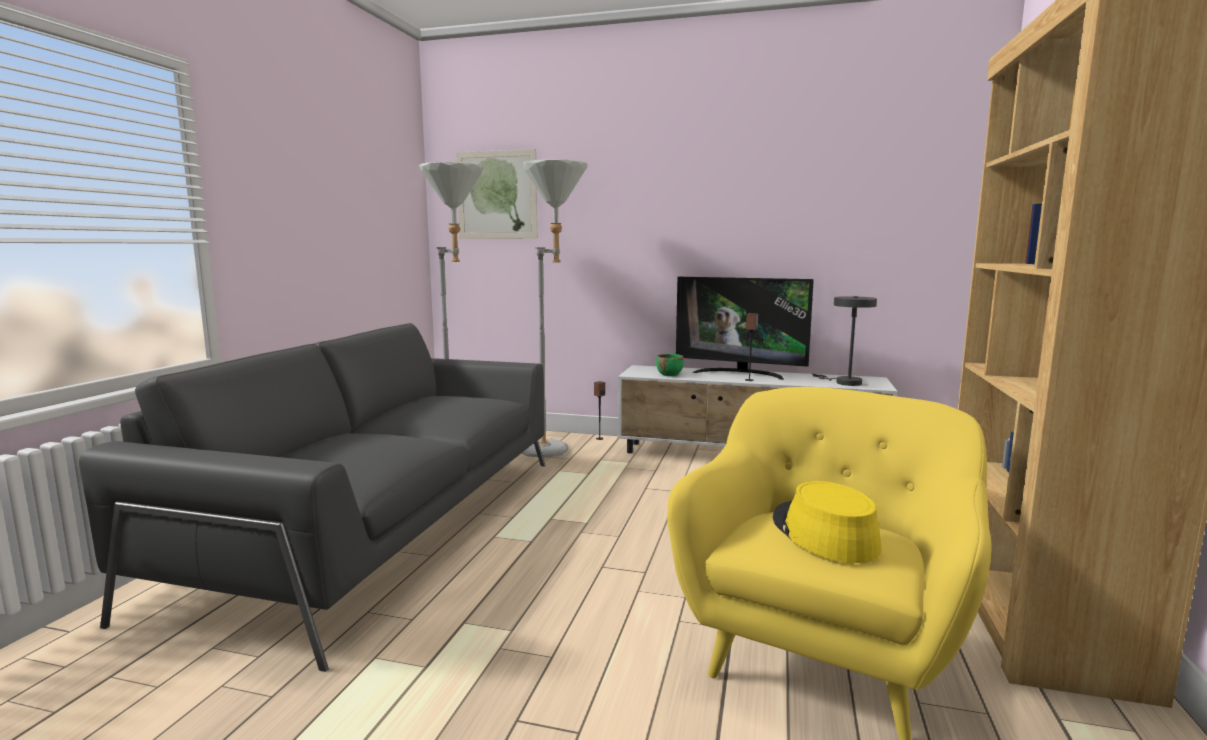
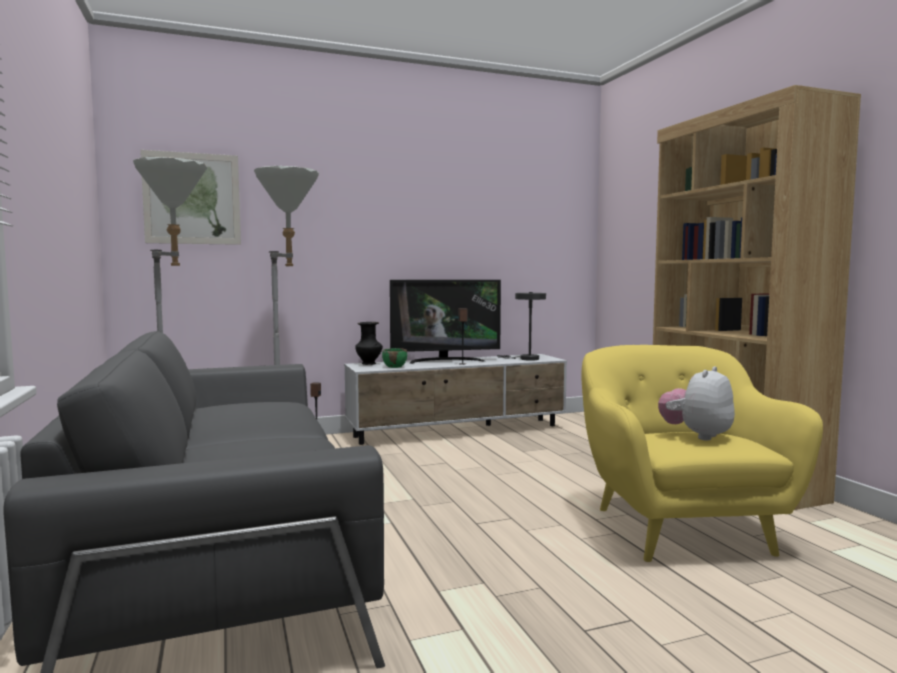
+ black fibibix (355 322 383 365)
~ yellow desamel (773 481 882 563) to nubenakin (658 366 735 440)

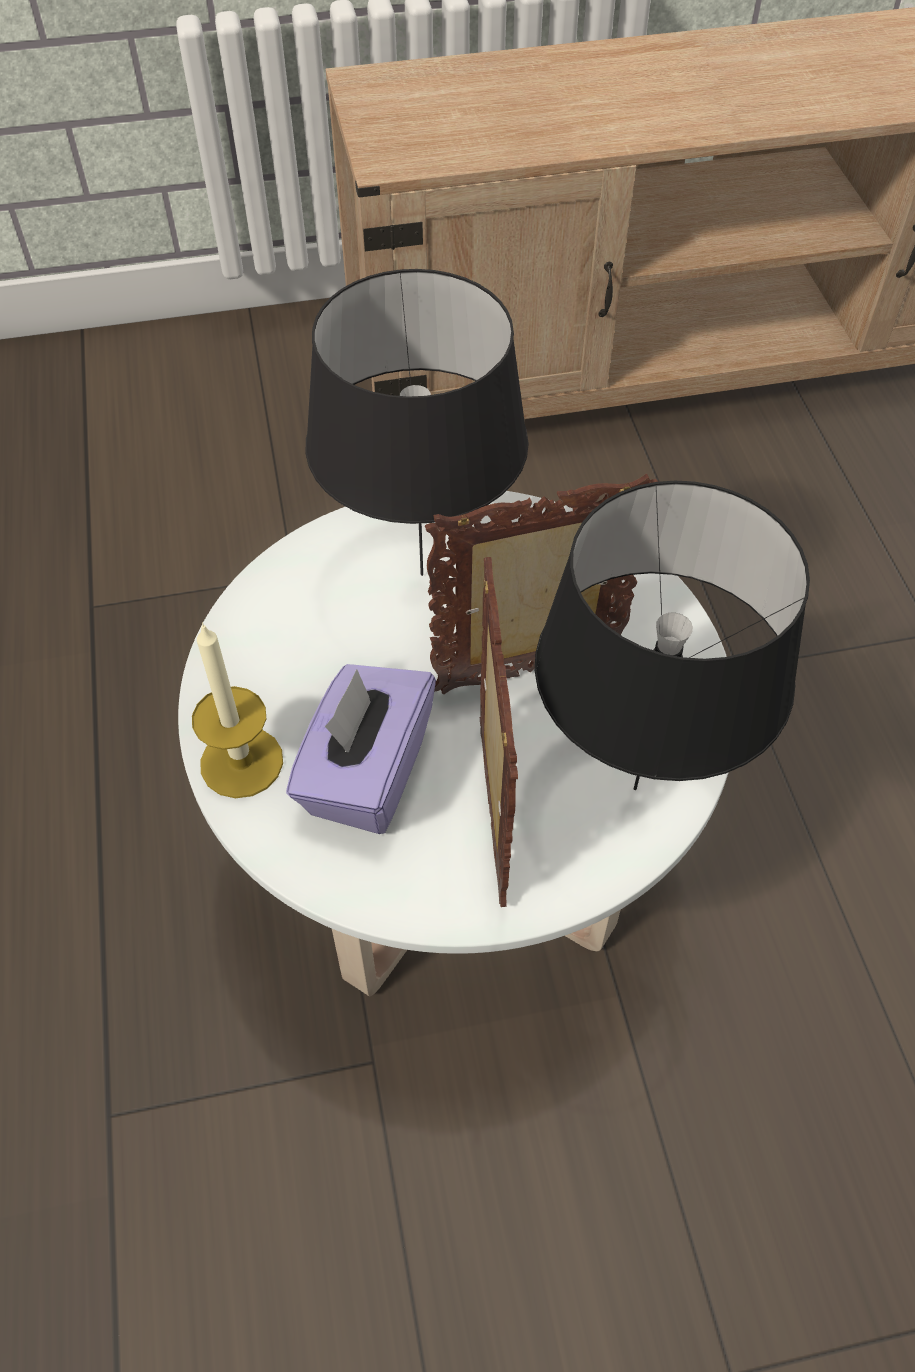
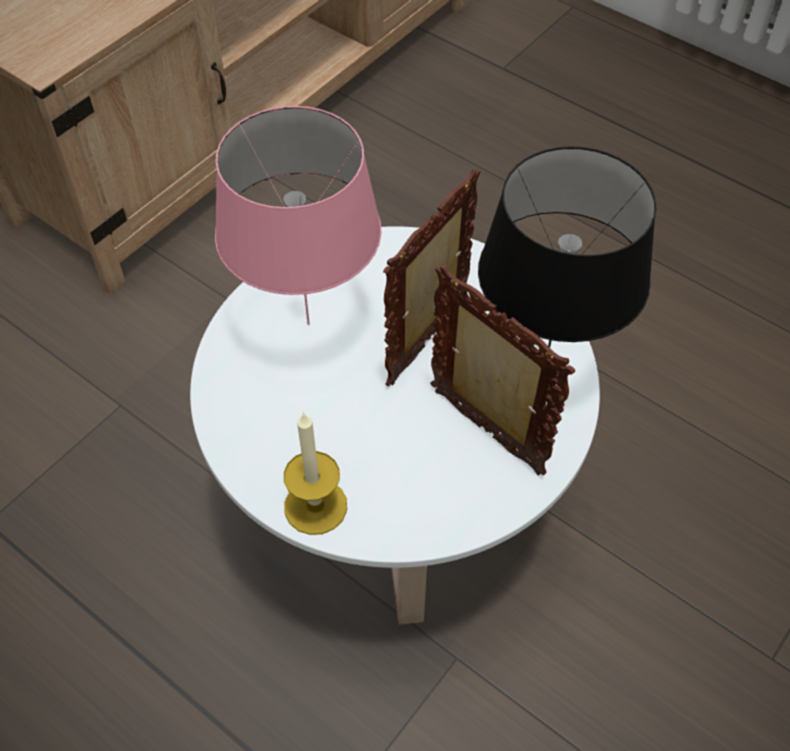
- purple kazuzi (286 664 436 834)
~ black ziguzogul (306 269 529 576) to pink ziguzogul (215 106 382 325)

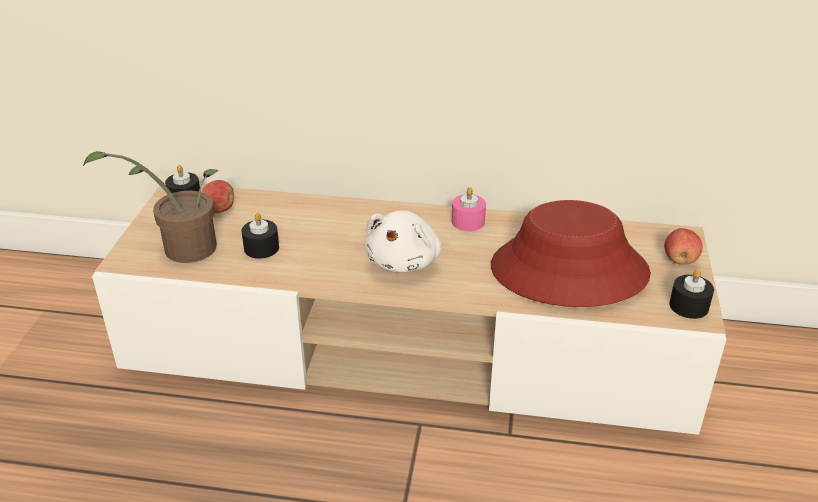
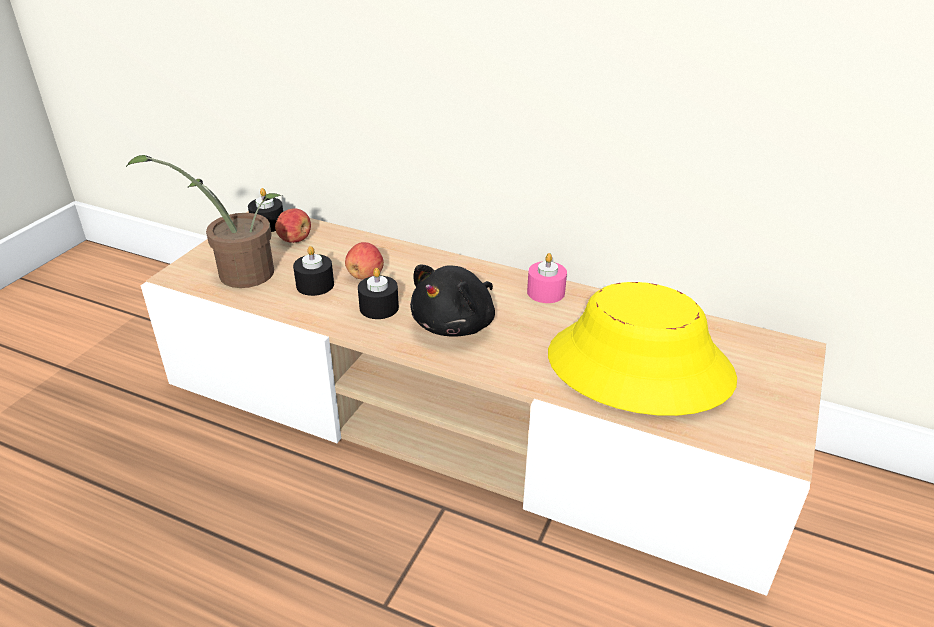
~ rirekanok (664 228 703 264) to (345 242 384 279)
~ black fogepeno (669 269 714 319) to (358 268 399 319)
~ white nubenakin (365 210 442 273) to black nubenakin (410 265 495 336)
~ red desamel (491 200 651 307) to yellow desamel (548 282 737 416)

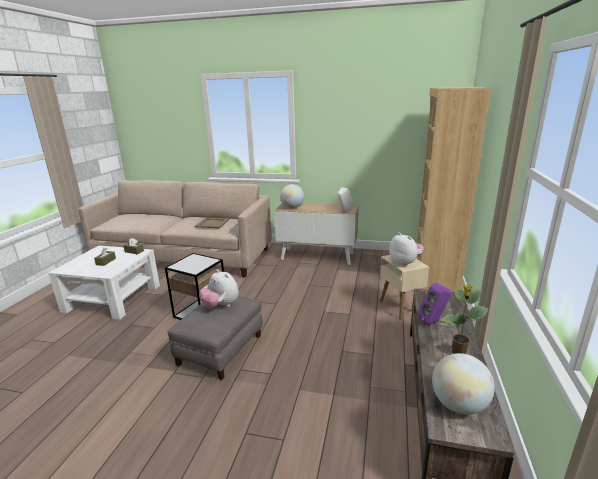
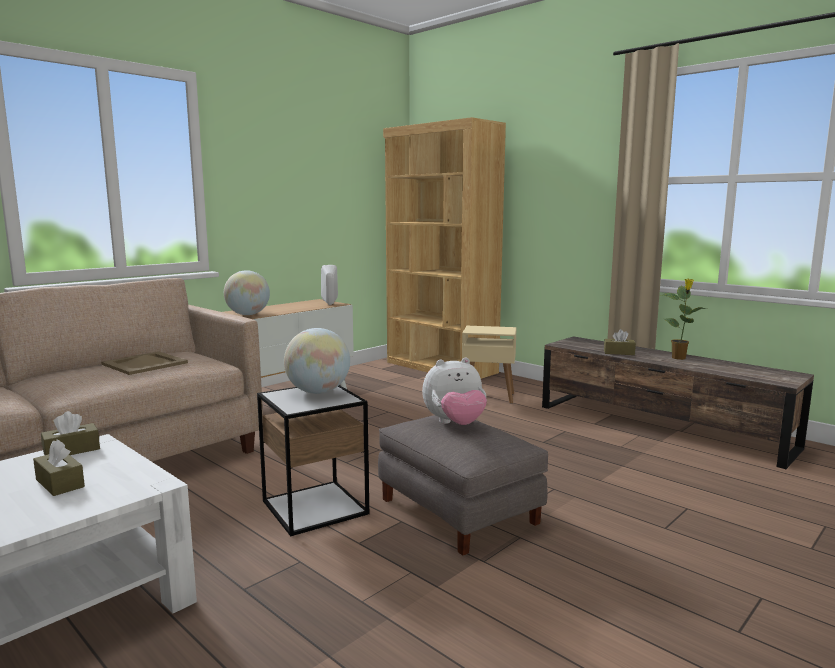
- nubenakin (389 232 424 267)
~ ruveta (432 353 495 415) to (284 328 350 394)
~ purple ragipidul (418 283 451 325) to brown kazuzi (604 329 636 355)

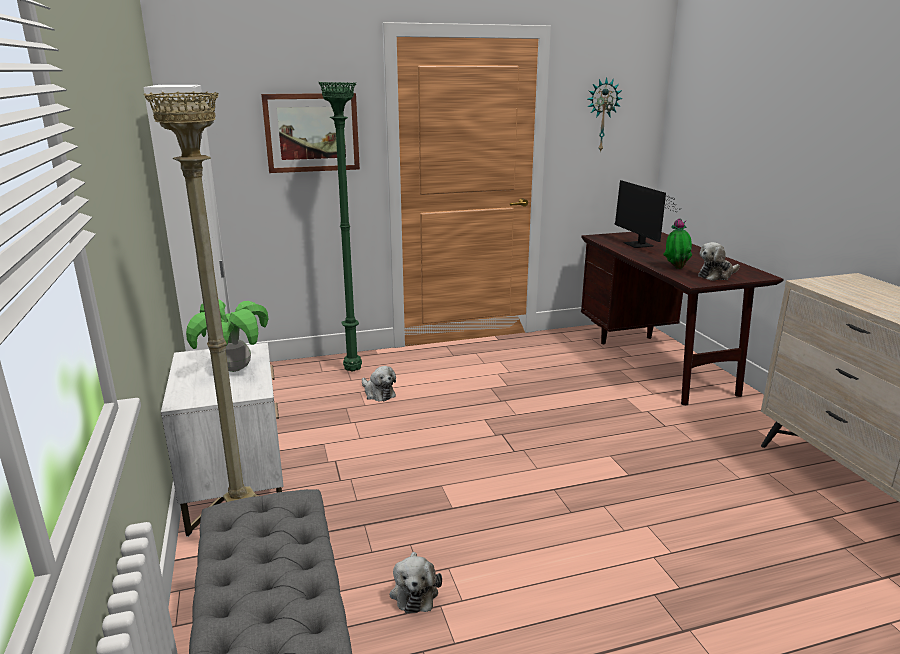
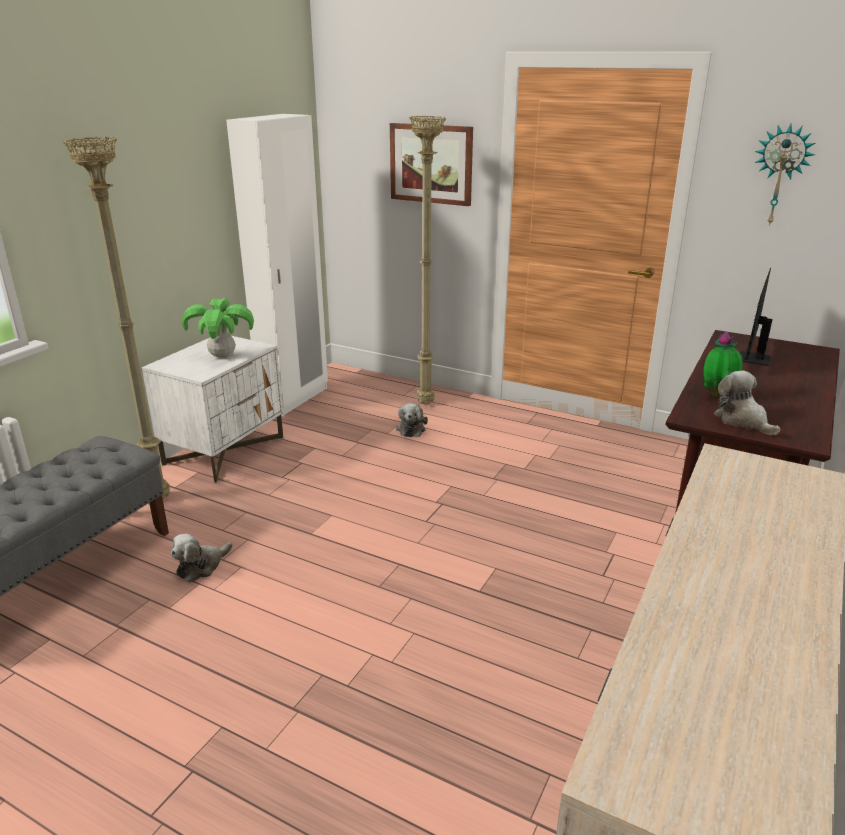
~ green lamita (318 82 362 372) to beige lamita (409 115 446 404)
~ nubenakin (698 242 740 281) = (714 371 781 435) 45 degrees clockwise

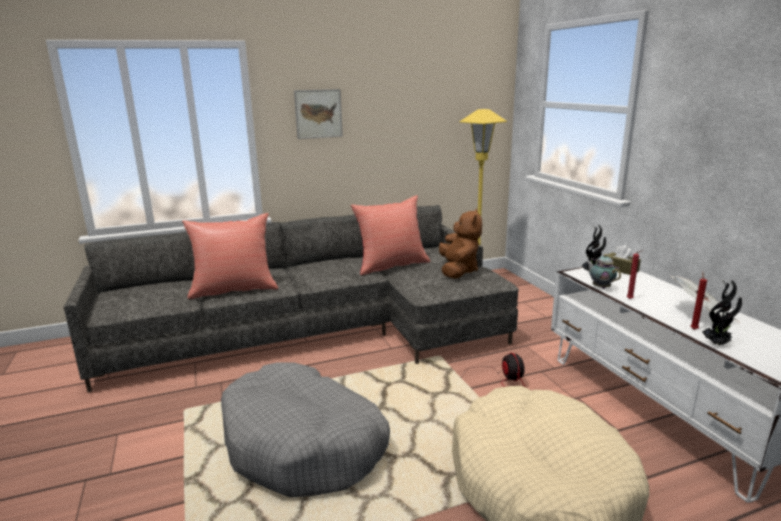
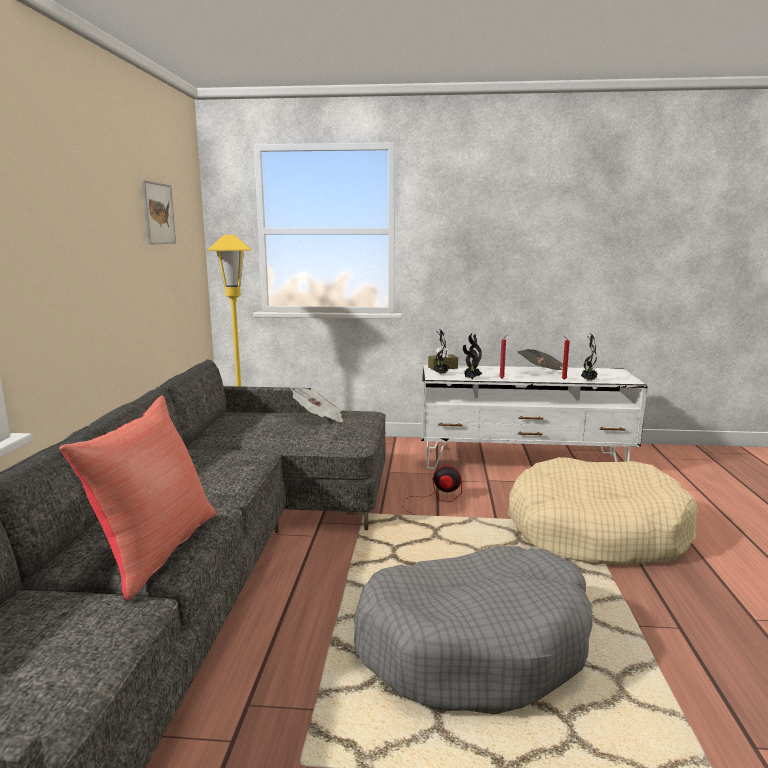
- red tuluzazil (351 195 430 275)
~ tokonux (294 89 343 139) to (141 180 176 245)
~ brown nubenakin (439 209 482 279) to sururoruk (290 387 343 422)
~ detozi (586 254 621 289) to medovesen (463 333 482 379)

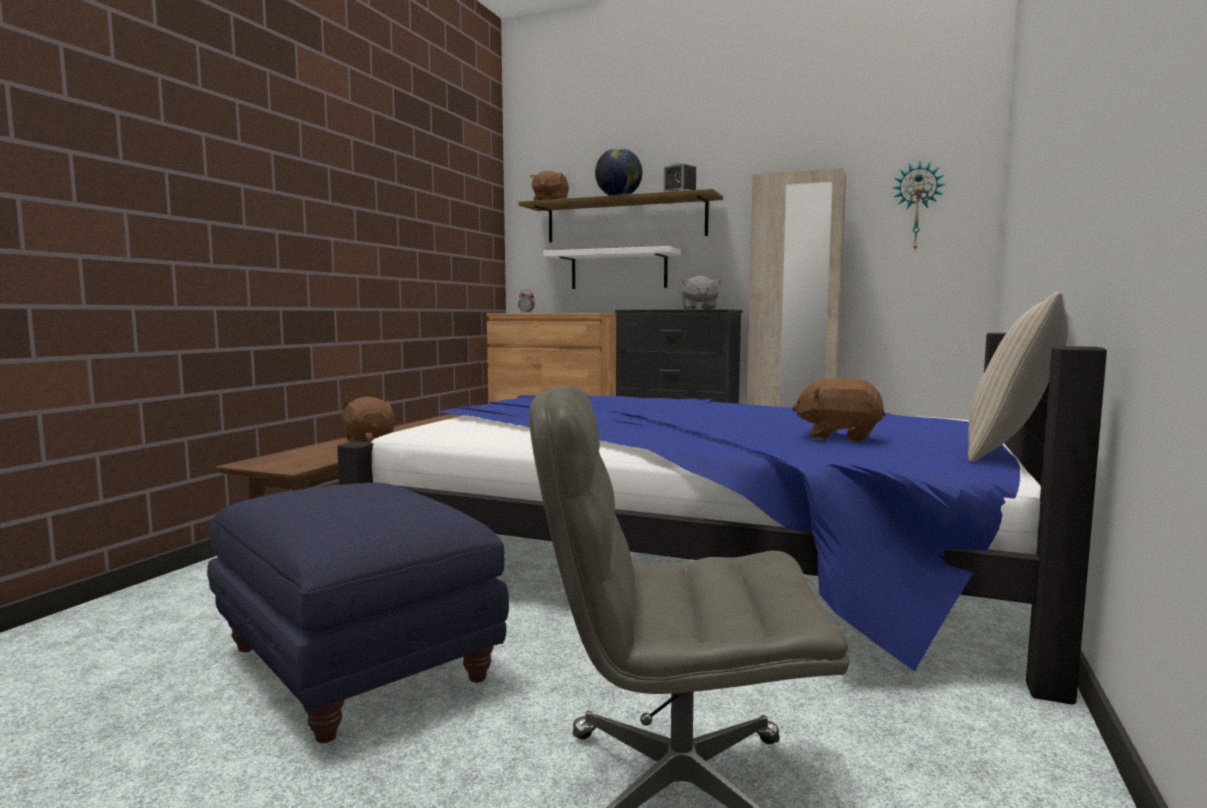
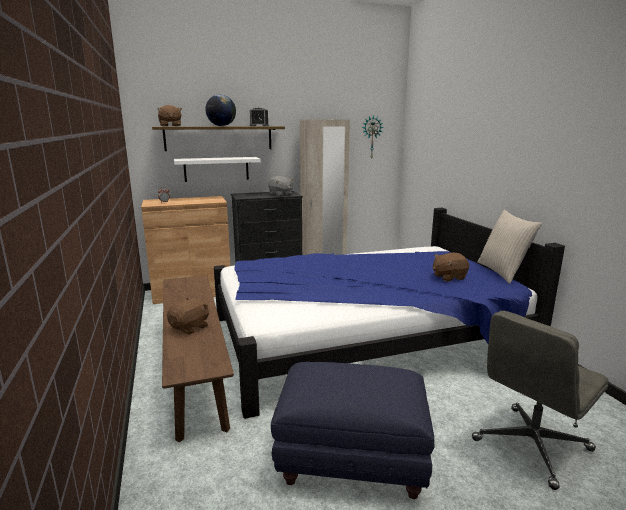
~ brown nubenakin (339 397 395 442) = (167 298 209 334) 105 degrees clockwise

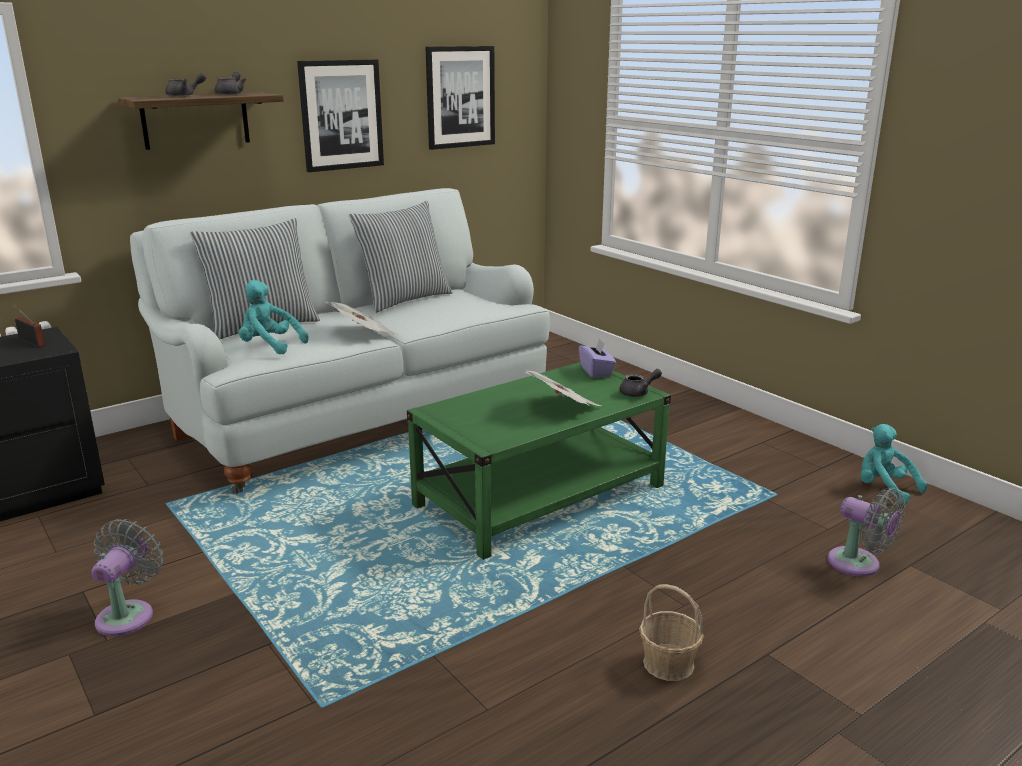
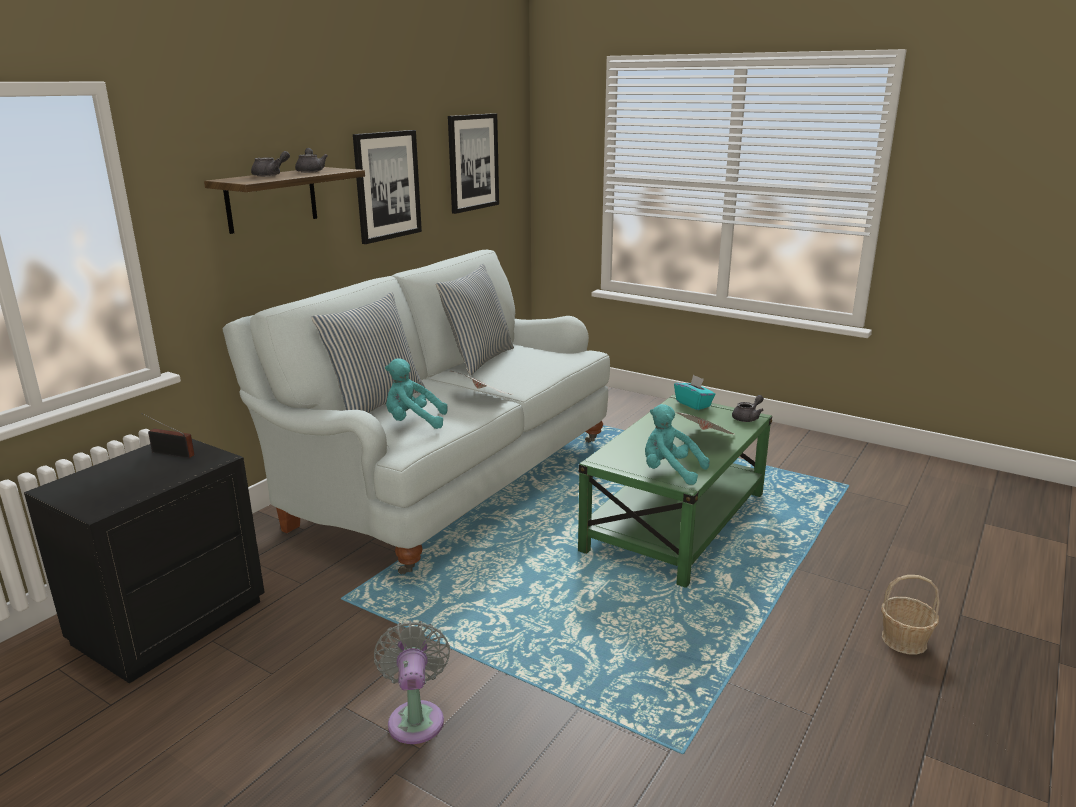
- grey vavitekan (828 488 905 577)
~ turquoise nubenakin (860 424 927 504) to (645 404 710 485)
~ purple kazuzi (579 339 616 378) to turquoise kazuzi (674 375 715 410)

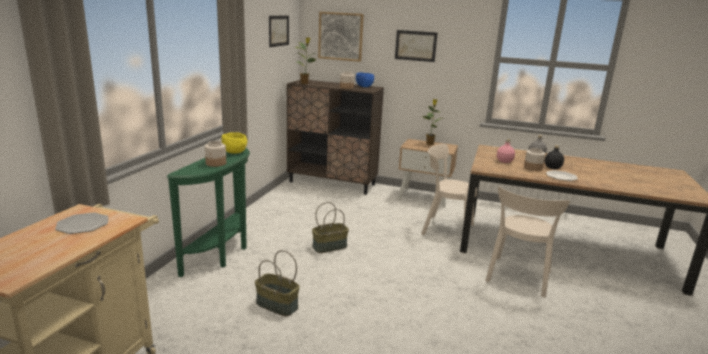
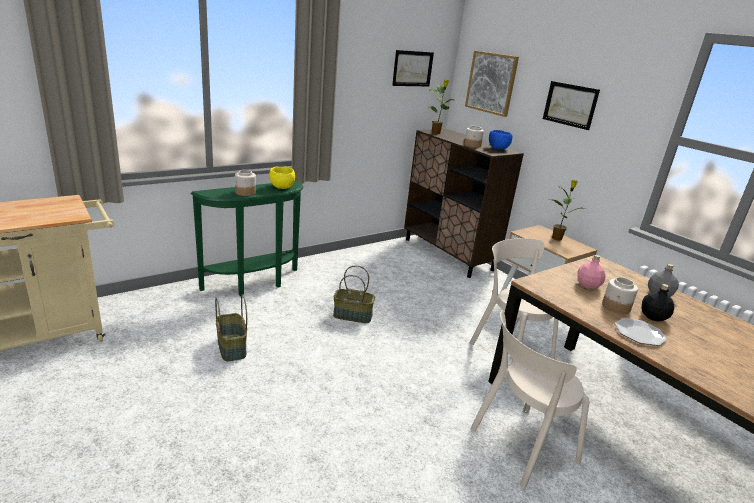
- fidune (55 213 108 234)

